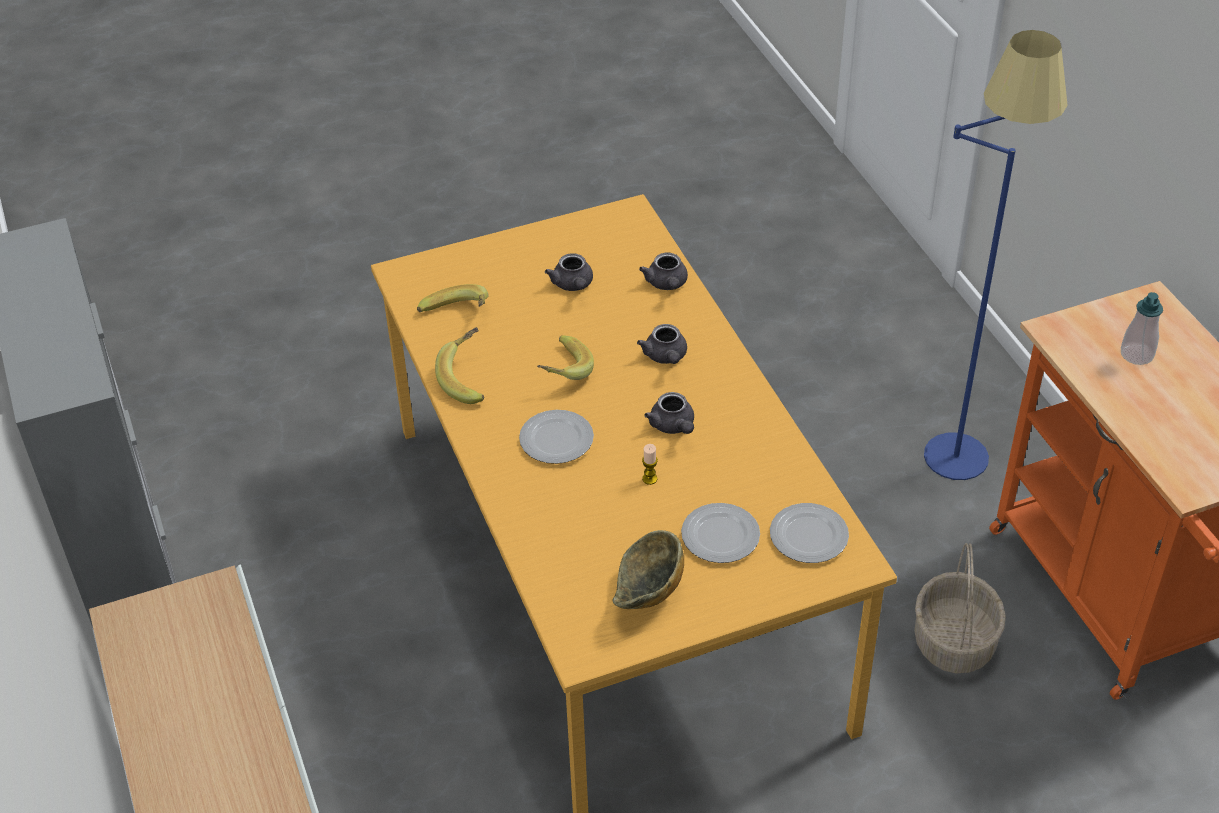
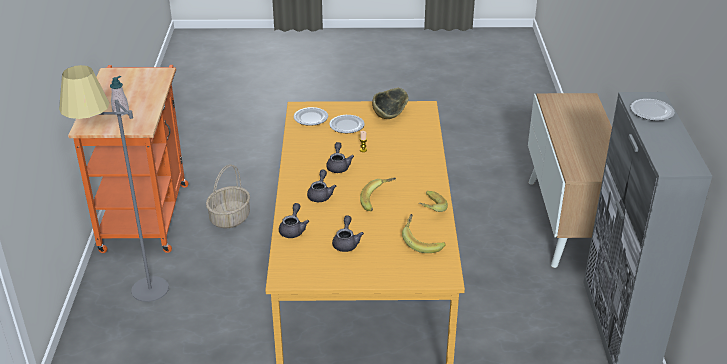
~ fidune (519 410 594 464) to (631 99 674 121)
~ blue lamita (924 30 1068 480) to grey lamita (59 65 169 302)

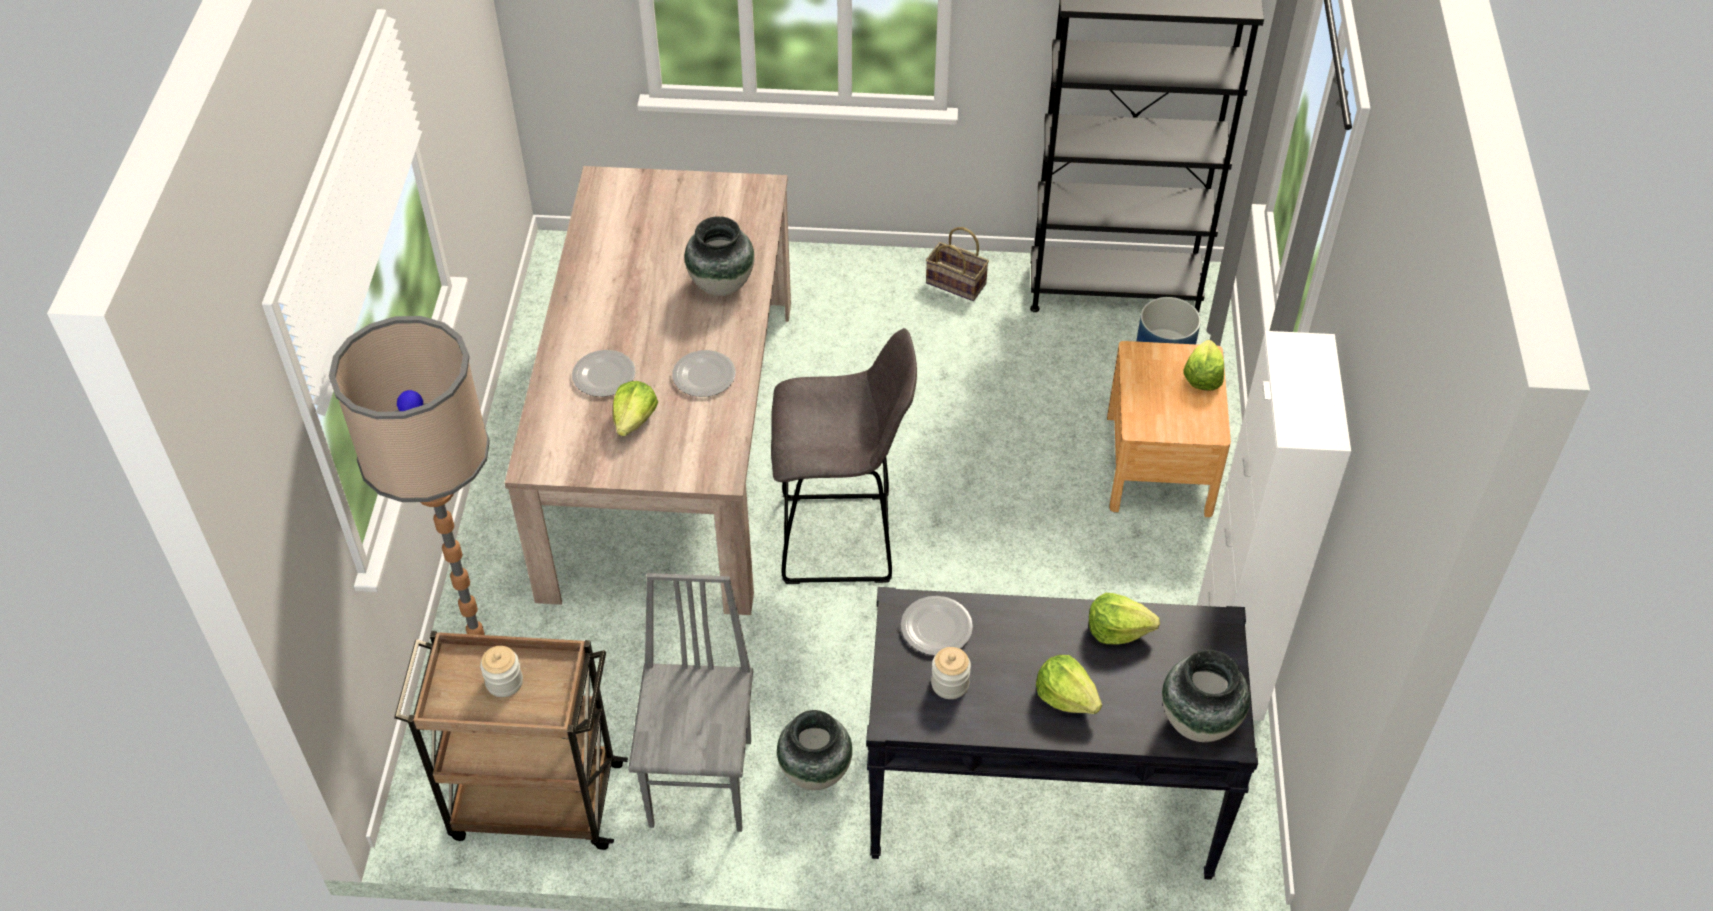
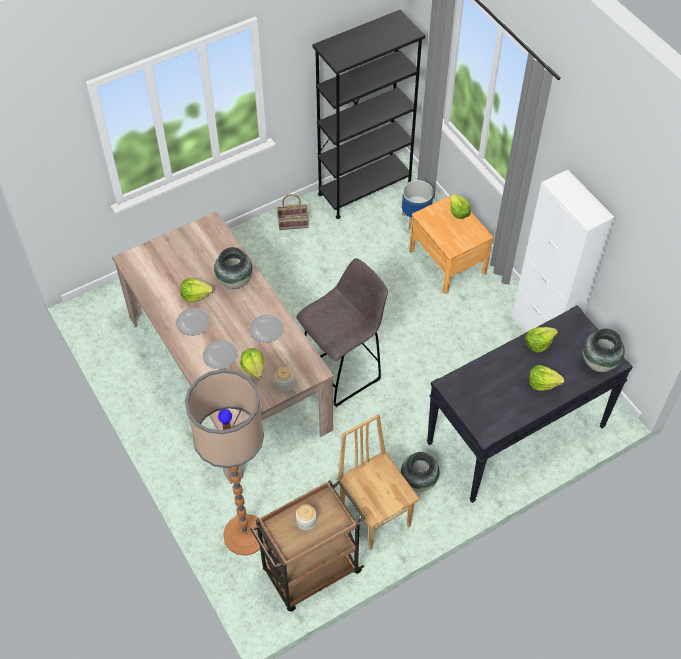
+ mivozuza (180 278 213 302)
~ fidune (901 596 973 655) to (176 308 210 336)
~ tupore (931 647 971 699) to (275 367 294 392)
~ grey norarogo (628 573 753 832) to brown norarogo (337 414 420 550)

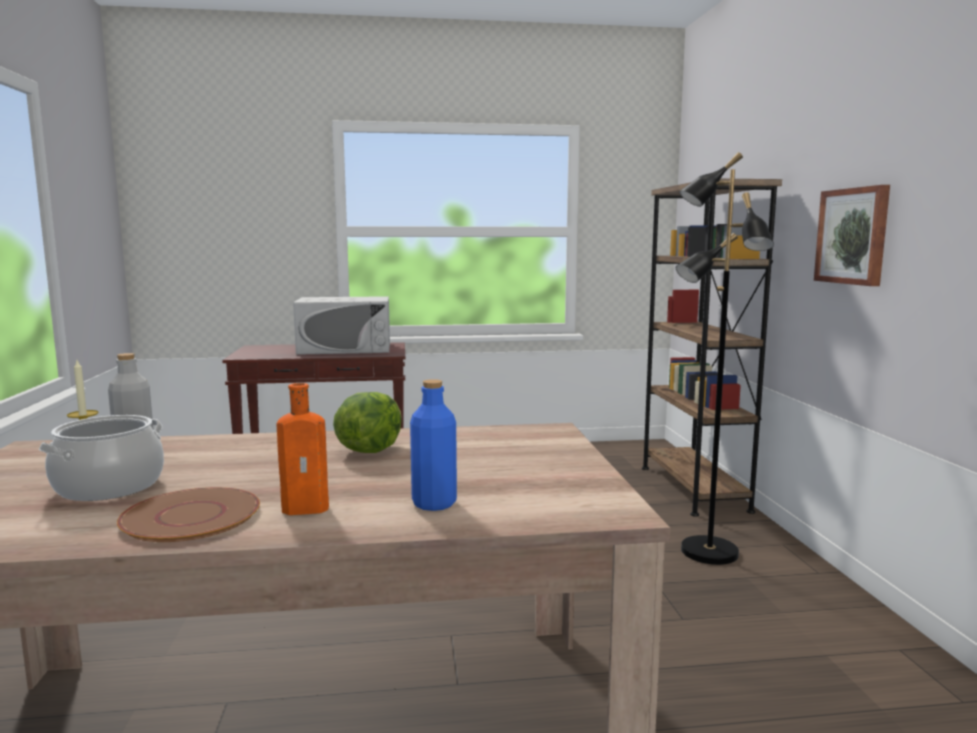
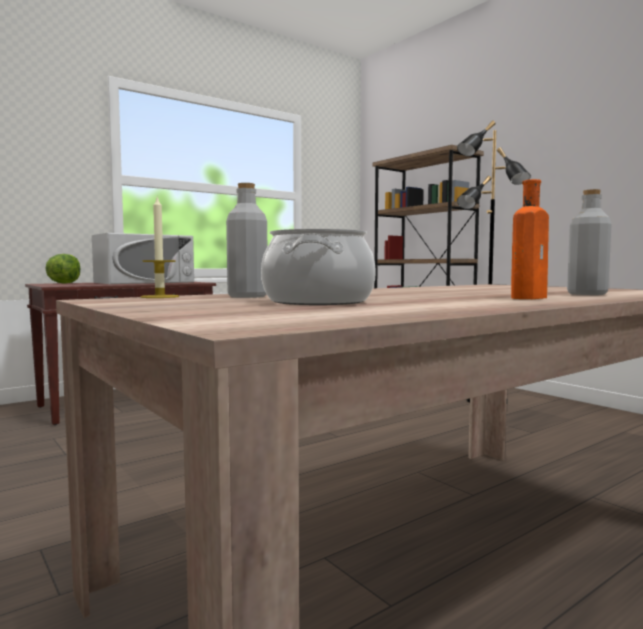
- brown fidune (117 487 260 542)
- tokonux (814 185 890 286)
~ mivozuza (333 392 402 453) to (45 254 80 284)
~ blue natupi (410 379 457 511) to grey natupi (567 189 612 295)

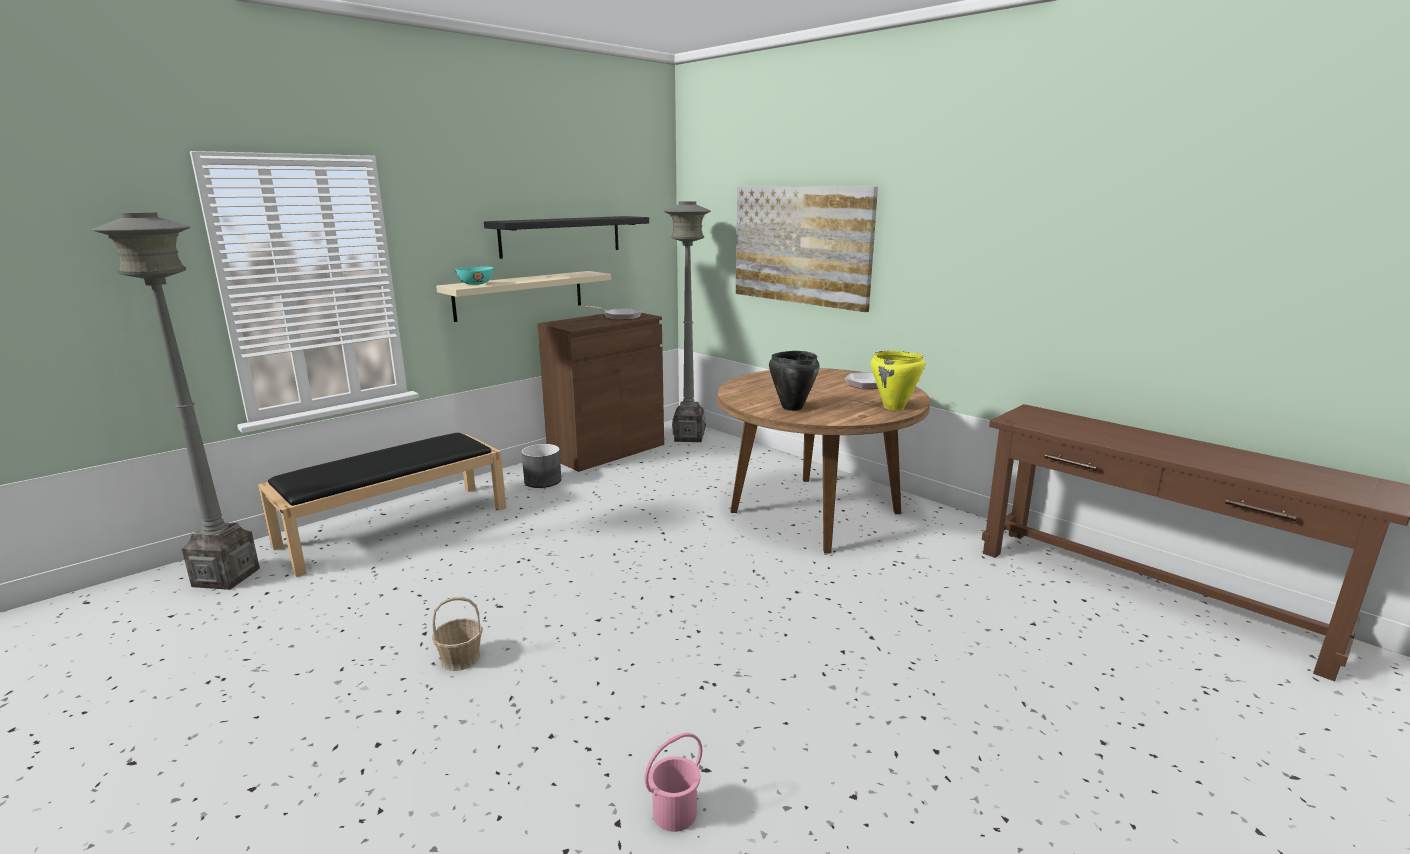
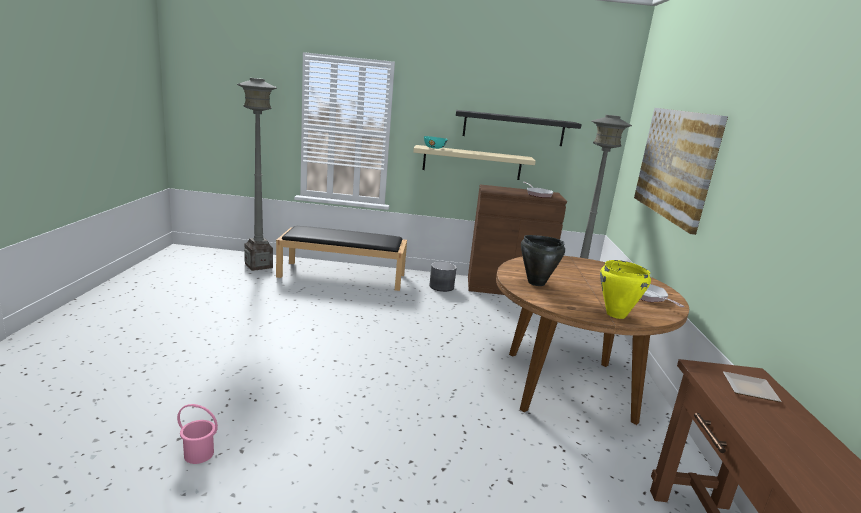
- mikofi (432 597 483 671)
+ fidune (723 371 782 402)

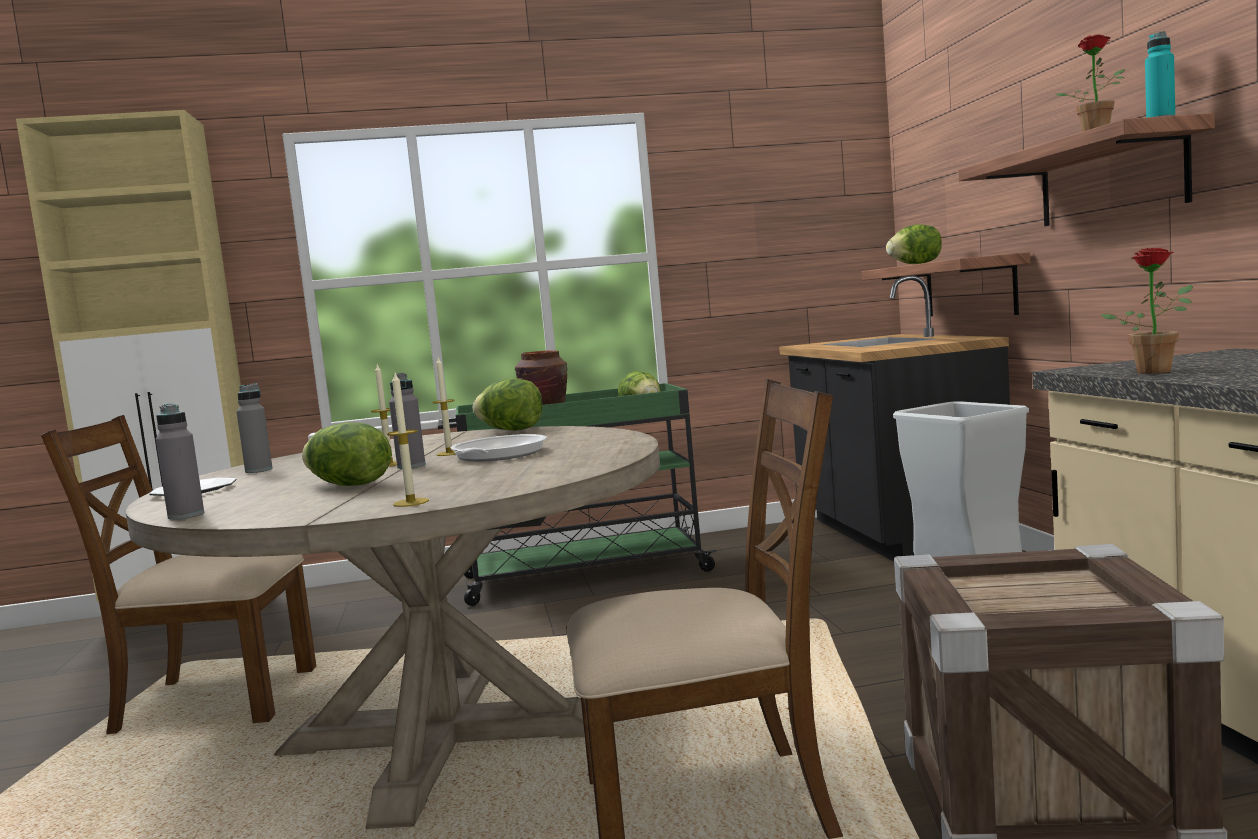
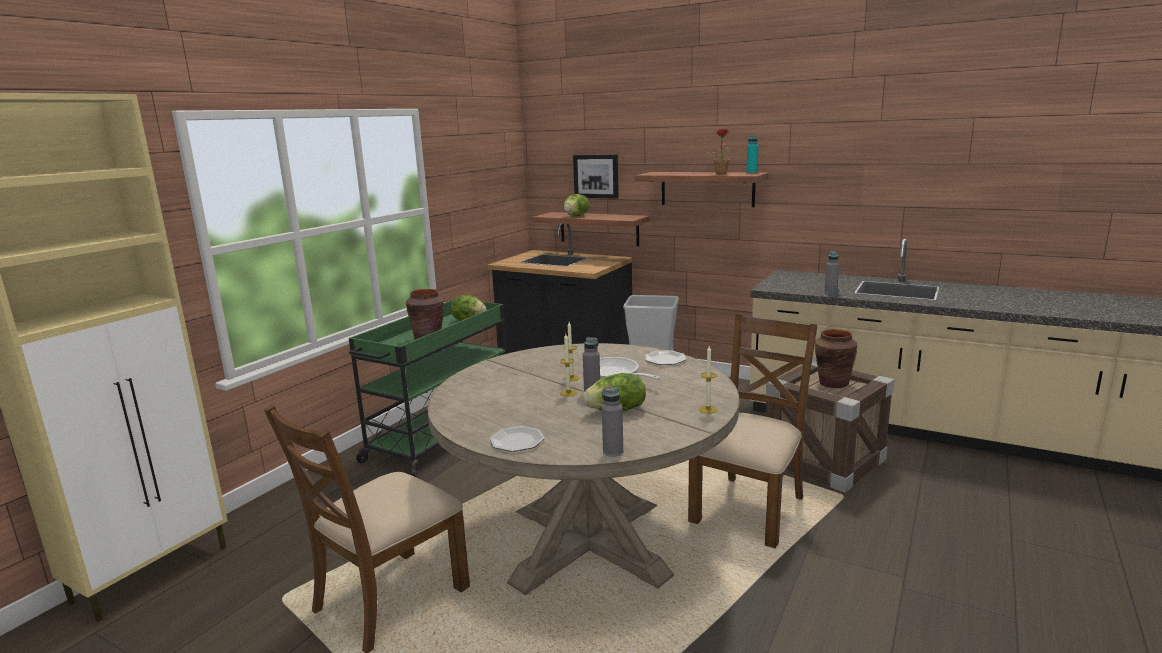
- mivozuza (473 378 542 431)
- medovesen (1100 248 1193 374)
+ tokonux (573 155 619 199)
+ fidune (645 350 686 365)
+ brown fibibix (815 329 857 388)
~ grey natupi (236 383 273 473) to (825 251 839 294)

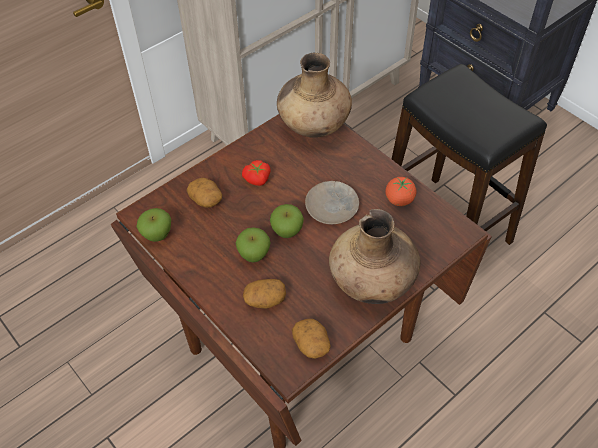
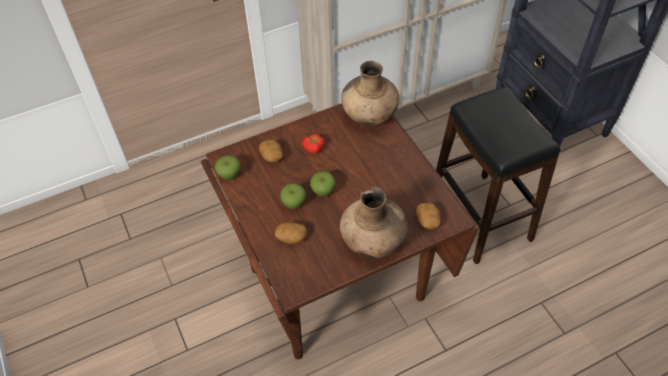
- beige fidune (305 181 359 224)
- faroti (385 177 416 206)
~ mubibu (292 319 331 359) to (416 202 441 229)

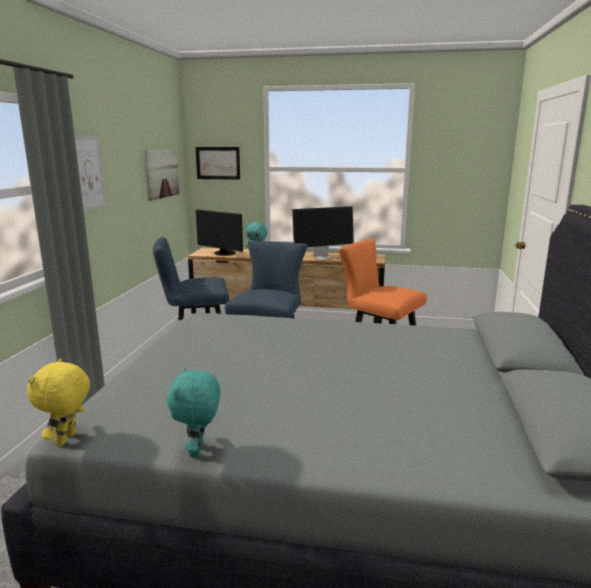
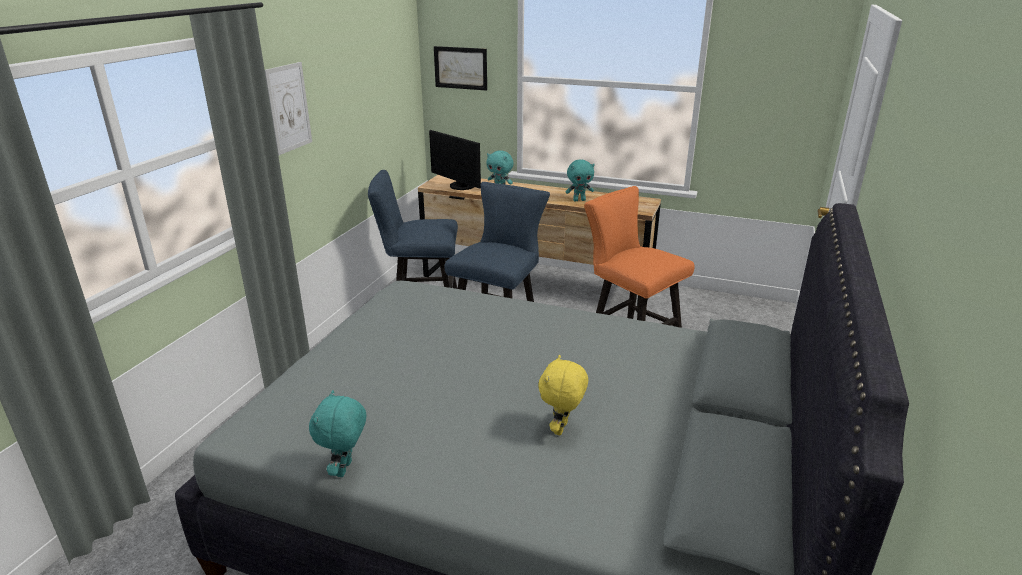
- tokonux (144 150 180 201)
~ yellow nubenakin (27 358 90 446) to (538 355 588 435)
~ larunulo (292 206 354 260) to turquoise nubenakin (566 159 595 201)

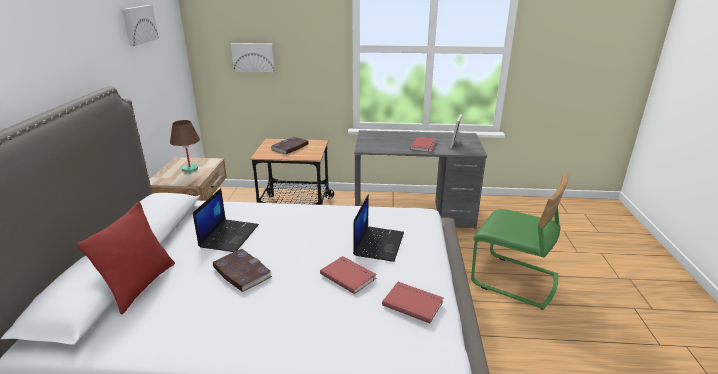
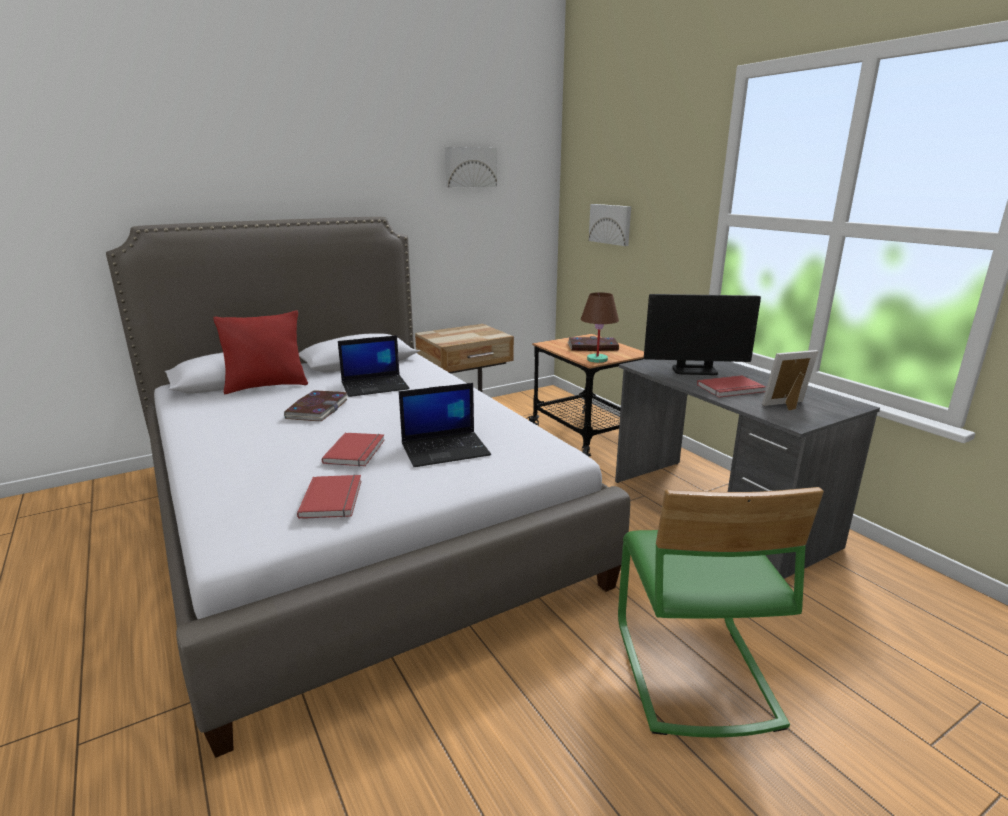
+ larunulo (644 294 761 375)
~ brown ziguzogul (170 120 200 172) to (581 292 619 363)

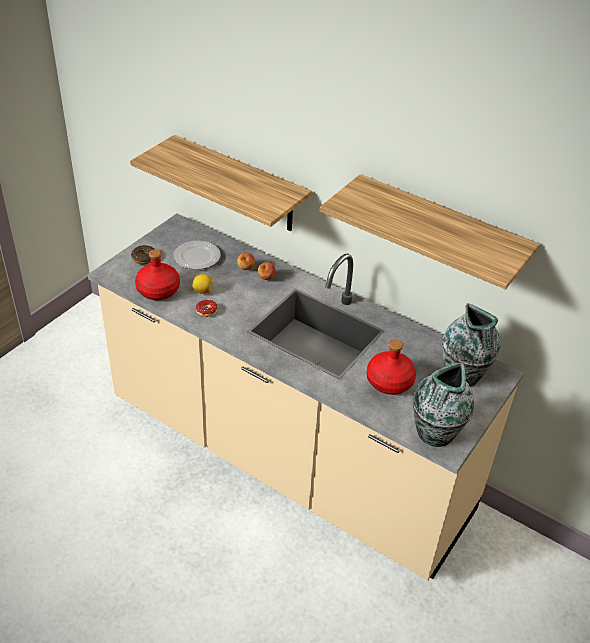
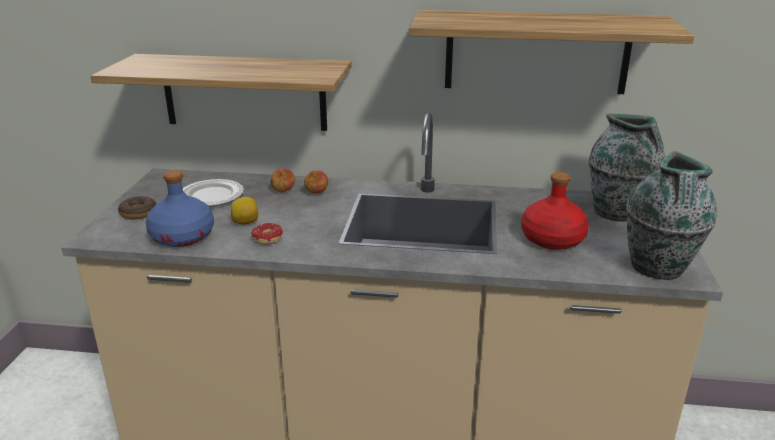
~ red natupi (135 249 180 300) to blue natupi (146 170 214 247)

